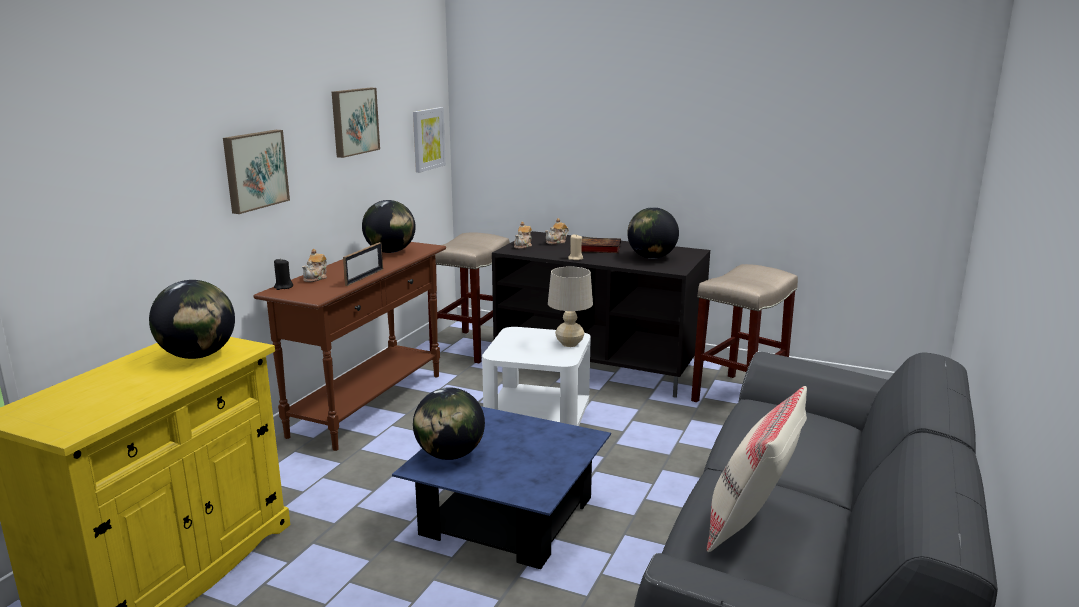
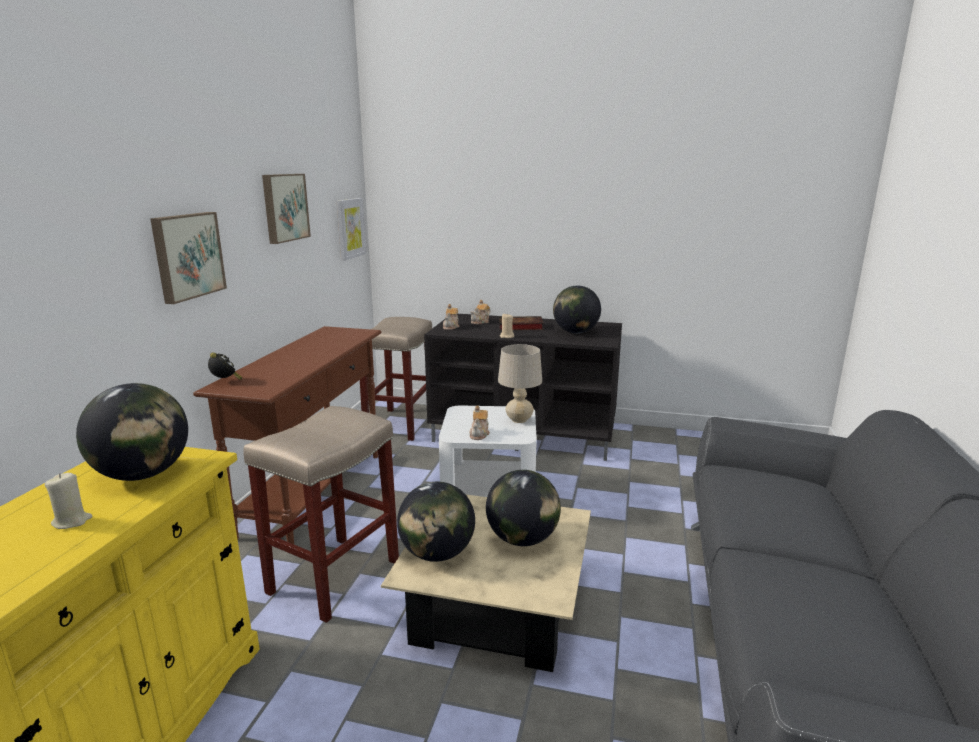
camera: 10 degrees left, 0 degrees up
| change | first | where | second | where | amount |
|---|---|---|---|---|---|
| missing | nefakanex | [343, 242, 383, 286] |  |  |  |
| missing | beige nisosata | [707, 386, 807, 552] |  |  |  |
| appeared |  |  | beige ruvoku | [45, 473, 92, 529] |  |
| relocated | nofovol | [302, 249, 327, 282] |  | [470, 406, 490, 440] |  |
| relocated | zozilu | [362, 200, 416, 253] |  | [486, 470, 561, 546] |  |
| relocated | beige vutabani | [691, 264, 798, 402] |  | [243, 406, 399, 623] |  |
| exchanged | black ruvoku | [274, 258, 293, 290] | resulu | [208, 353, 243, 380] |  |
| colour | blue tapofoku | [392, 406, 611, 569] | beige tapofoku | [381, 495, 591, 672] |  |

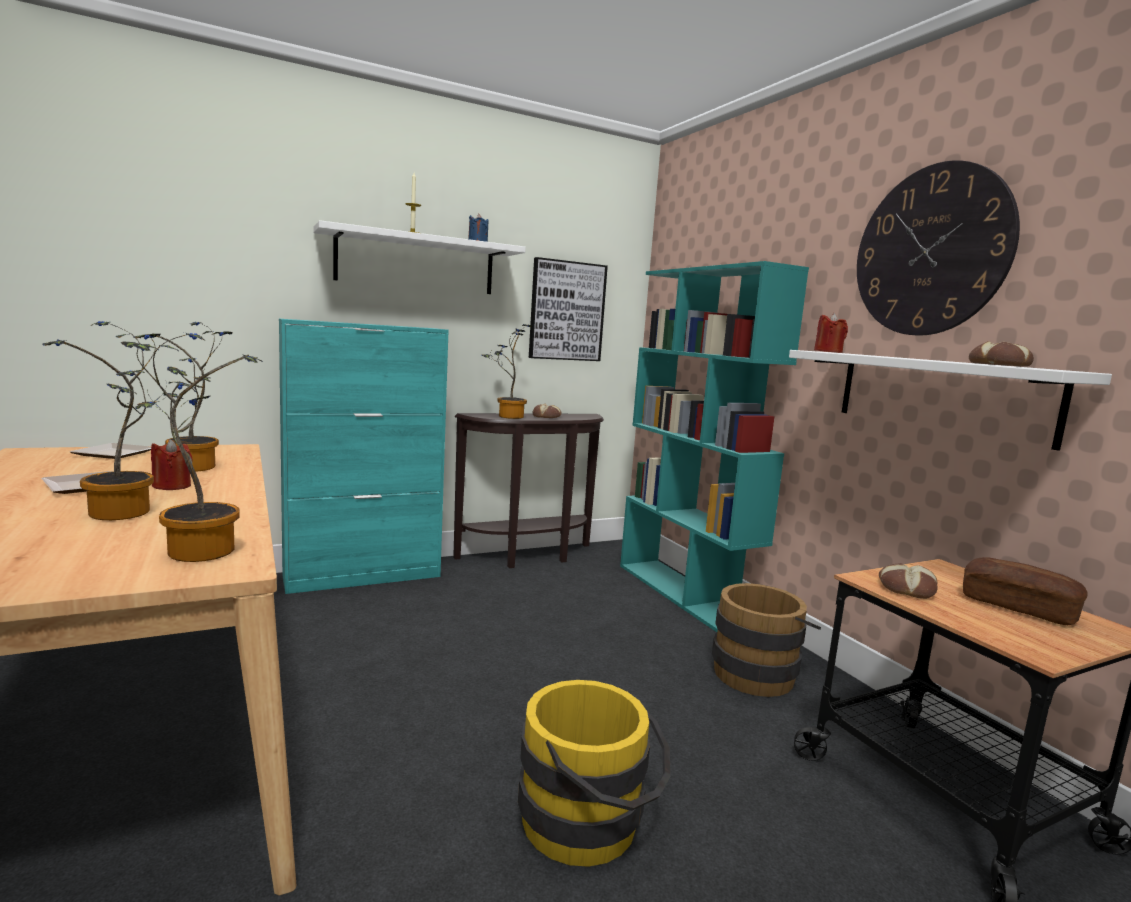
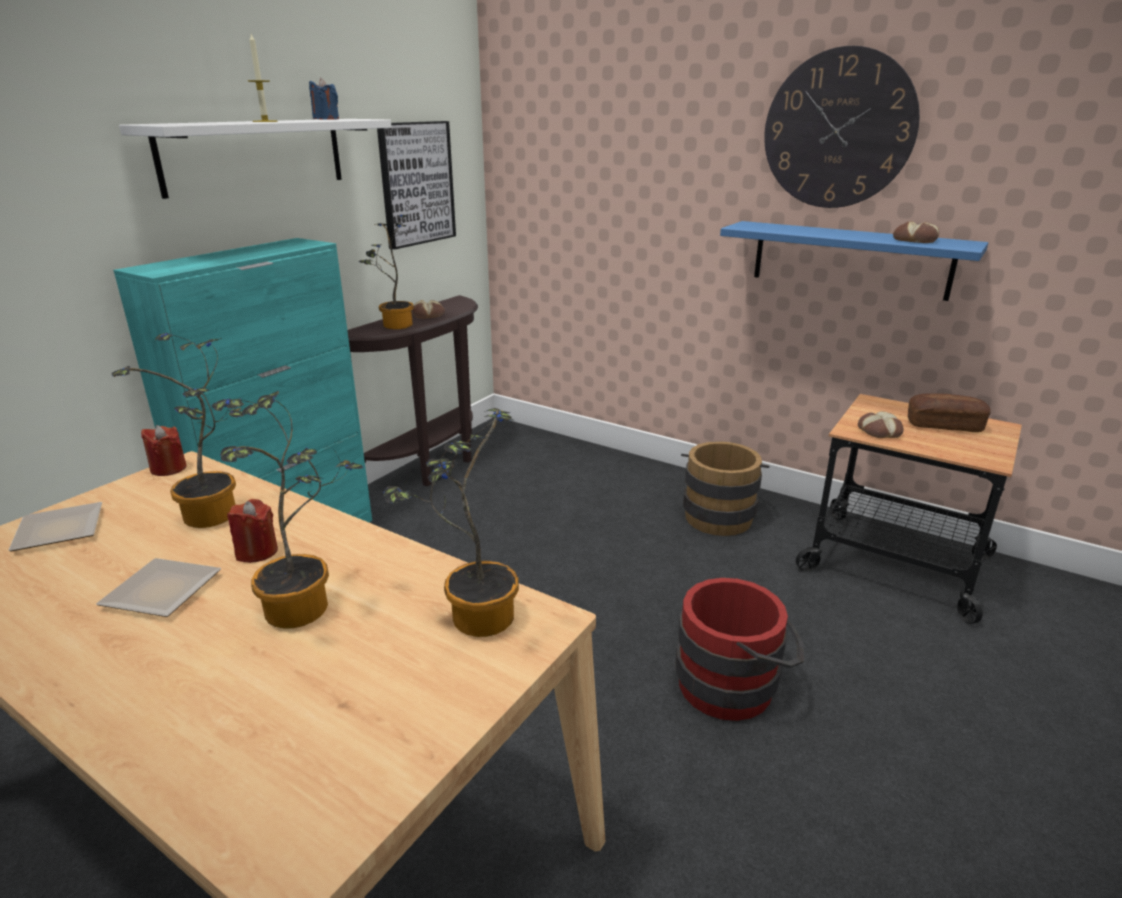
camera: 30 degrees left, 15 degrees up
| change | first | where | second | where | amount |
|---|---|---|---|---|---|
| missing | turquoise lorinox | [620, 261, 809, 632] |  |  |  |
| relocated | red ruvoku | [814, 313, 848, 353] |  | [141, 425, 187, 476] |  |
| colour | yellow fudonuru | [518, 680, 671, 867] | red fudonuru | [676, 578, 804, 721] |  |
| colour | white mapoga | [789, 350, 1112, 451] | blue mapoga | [720, 221, 988, 301] |  |

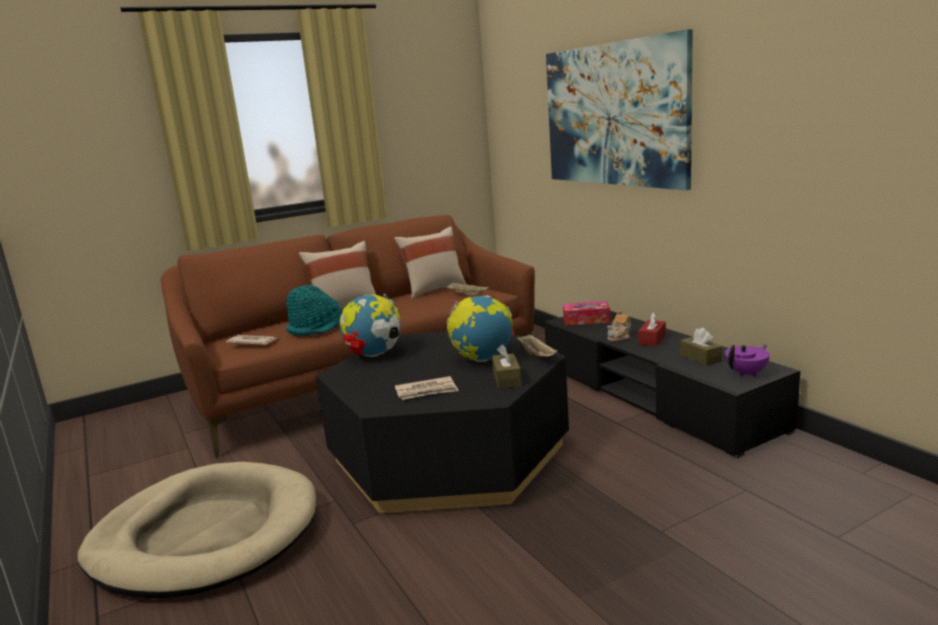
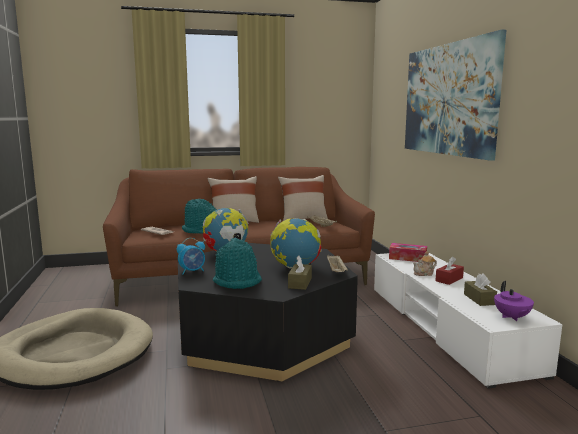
camera: 15 degrees right, 5 degrees down
| change | first | where | second | where | amount |
|---|---|---|---|---|---|
| appeared |  |  | resulu | [177, 238, 205, 274] |  |
| exchanged | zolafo | [395, 376, 459, 400] | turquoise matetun | [213, 237, 262, 289] |  |
| colour | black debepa | [544, 311, 800, 458] | white debepa | [374, 253, 562, 389] |  |
| spun | purple nofovol | [725, 345, 770, 377] |  | [494, 281, 534, 321] | 105 degrees clockwise |

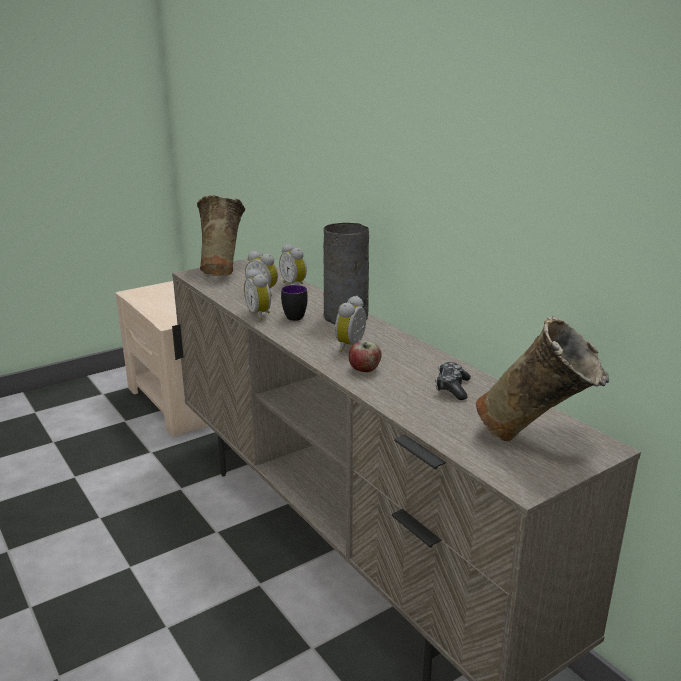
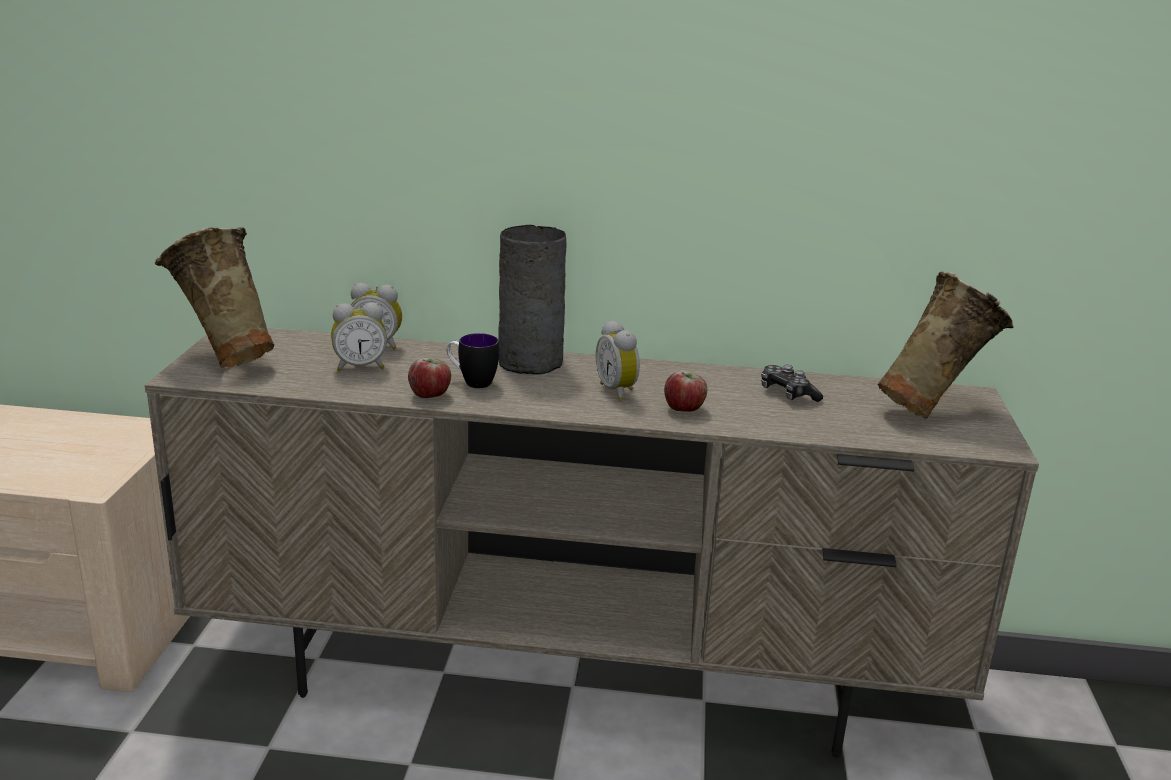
camera: 50 degrees left, 0 degrees up
| change | first | where | second | where | amount |
|---|---|---|---|---|---|
| exchanged | resulu | [244, 269, 271, 321] | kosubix | [408, 358, 451, 398] |  |

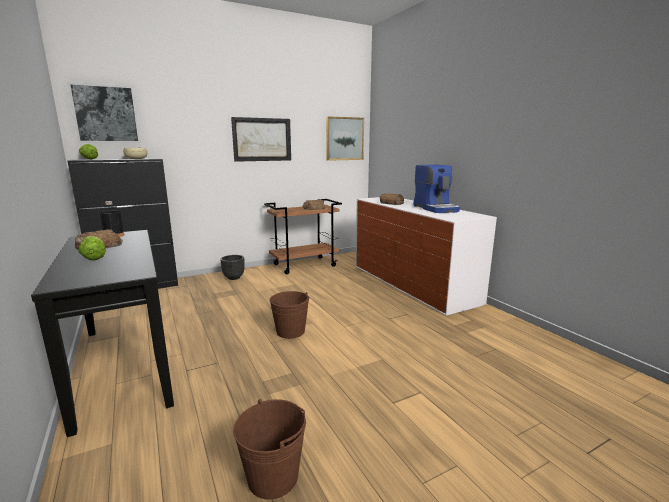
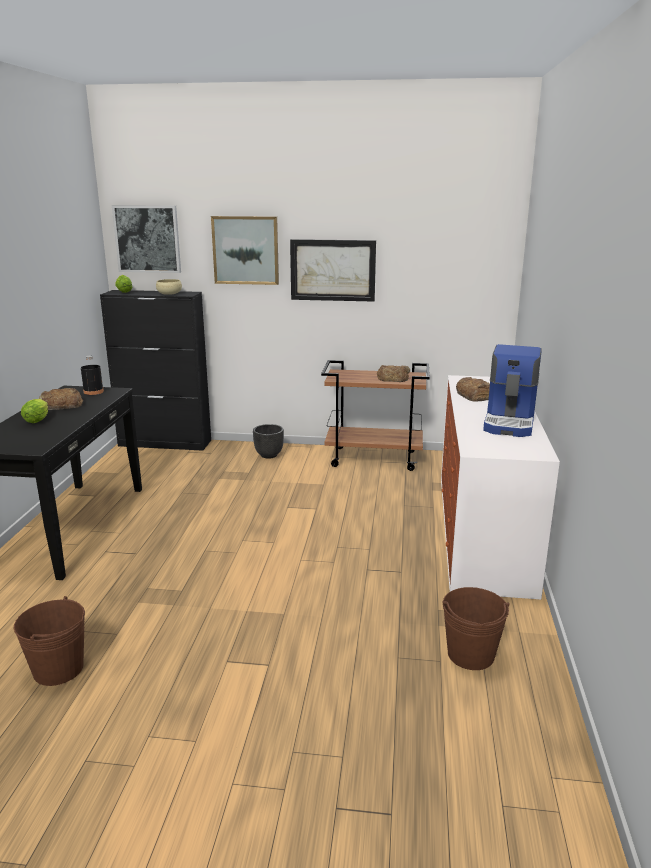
camera: 35 degrees right, 5 degrees up
| change | first | where | second | where | amount |
|---|---|---|---|---|---|
| relocated | brown fudonuru | [270, 291, 309, 339] |  | [442, 587, 510, 670] |  |
| relocated | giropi | [326, 116, 364, 161] |  | [211, 216, 279, 285] |  |

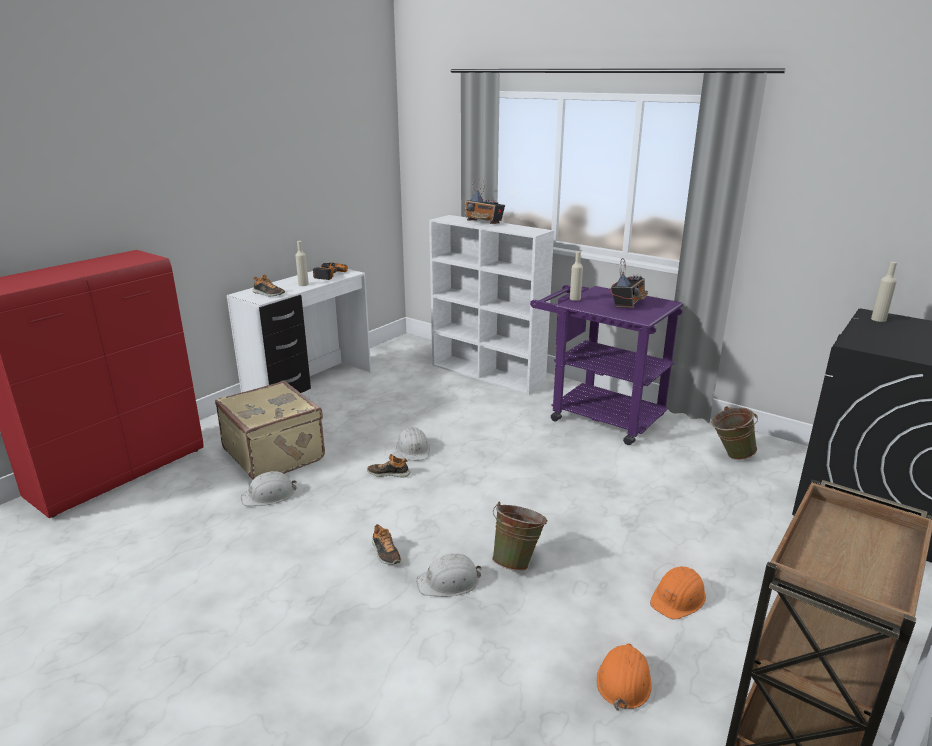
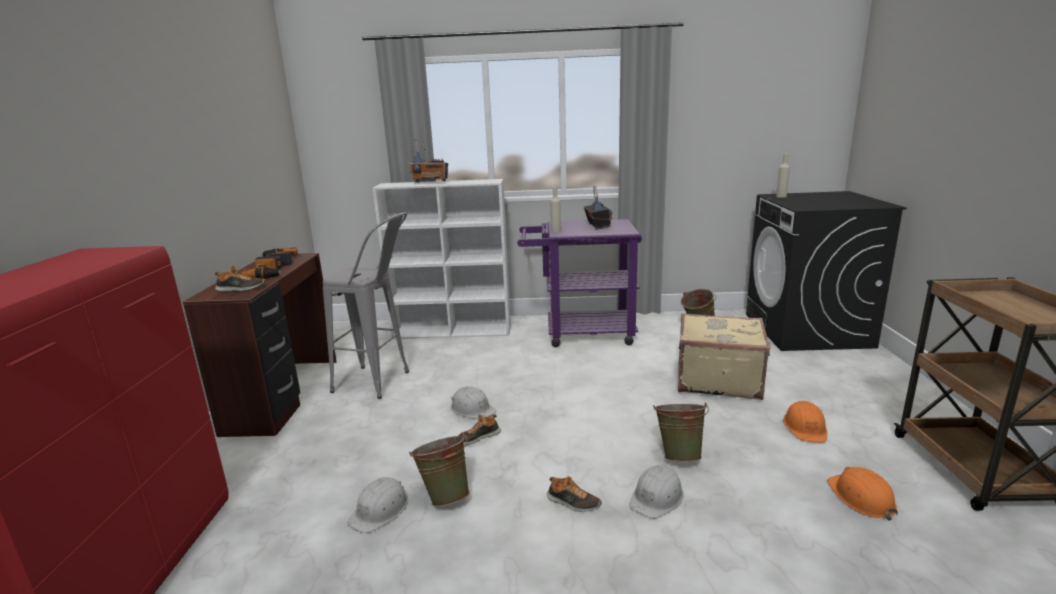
camera: 35 degrees left, 5 degrees down
| change | first | where | second | where | amount |
|---|---|---|---|---|---|
| appeared |  |  | grey vutabani | [323, 212, 409, 399] |  |
| appeared |  |  | green fudonuru | [409, 432, 470, 507] |  |
| relocated | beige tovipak | [215, 381, 325, 480] |  | [678, 313, 771, 400] |  |
| exchanged | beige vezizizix | [295, 241, 309, 286] | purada | [241, 256, 282, 279] |  |
| colour | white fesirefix | [227, 269, 371, 399] | brown fesirefix | [183, 253, 337, 438] |  |

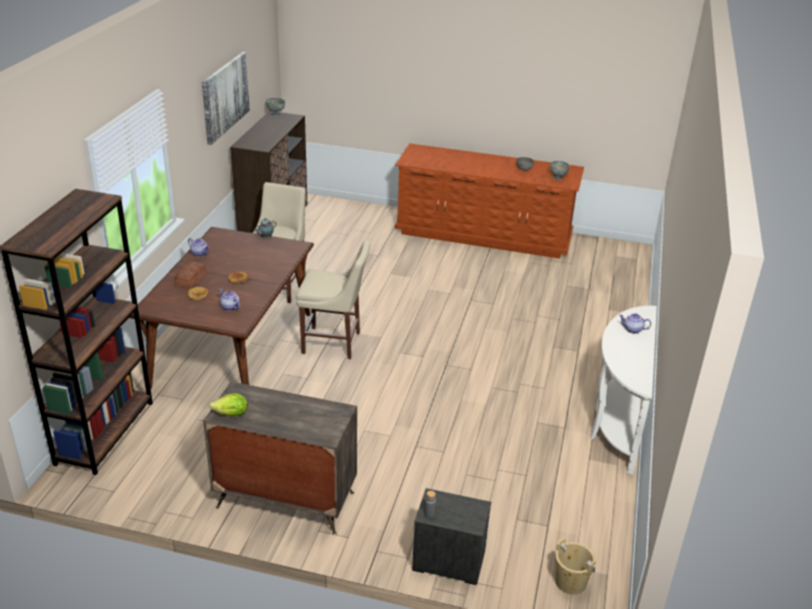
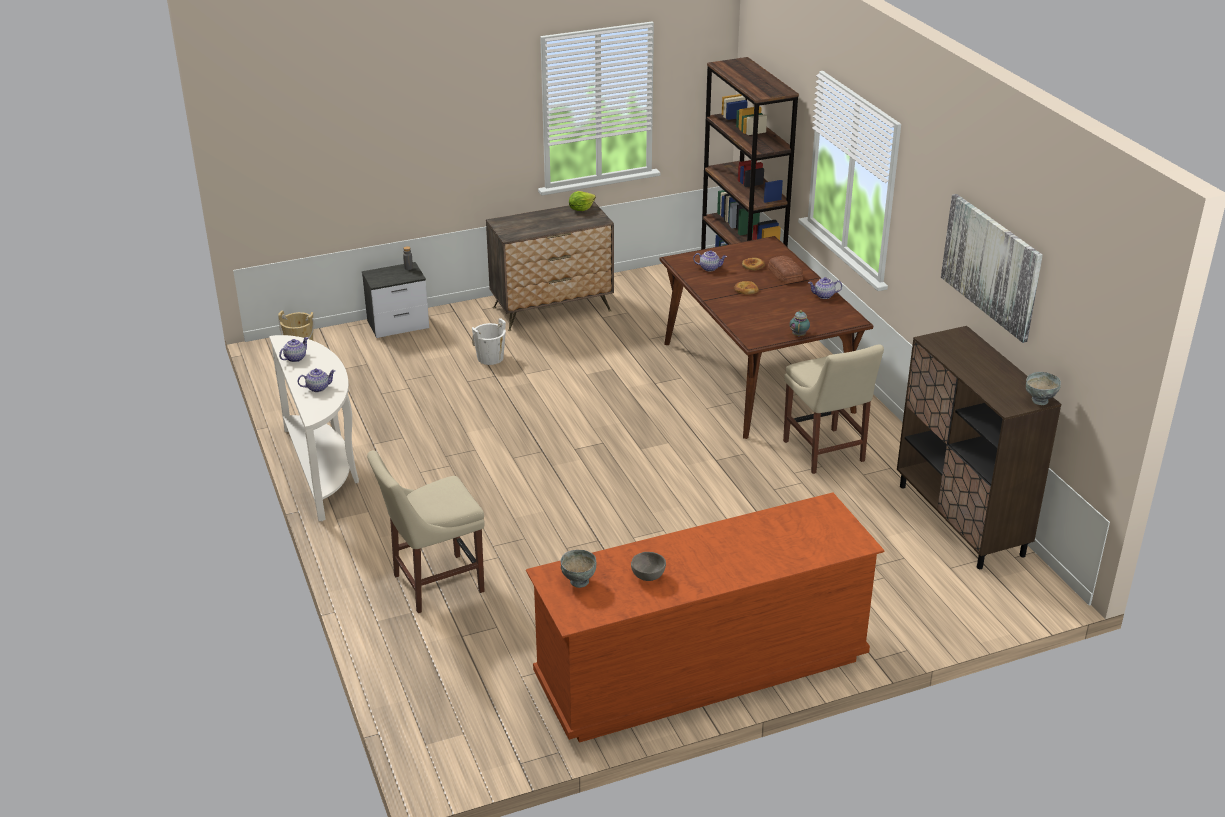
camera: 145 degrees right, 0 degrees up
| change | first | where | second | where | amount |
|---|---|---|---|---|---|
| appeared |  |  | nofovol | [279, 337, 309, 362] |  |
| appeared |  |  | white fudonuru | [472, 318, 506, 365] |  |
| relocated | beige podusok | [296, 240, 370, 359] |  | [367, 450, 485, 613] |  |

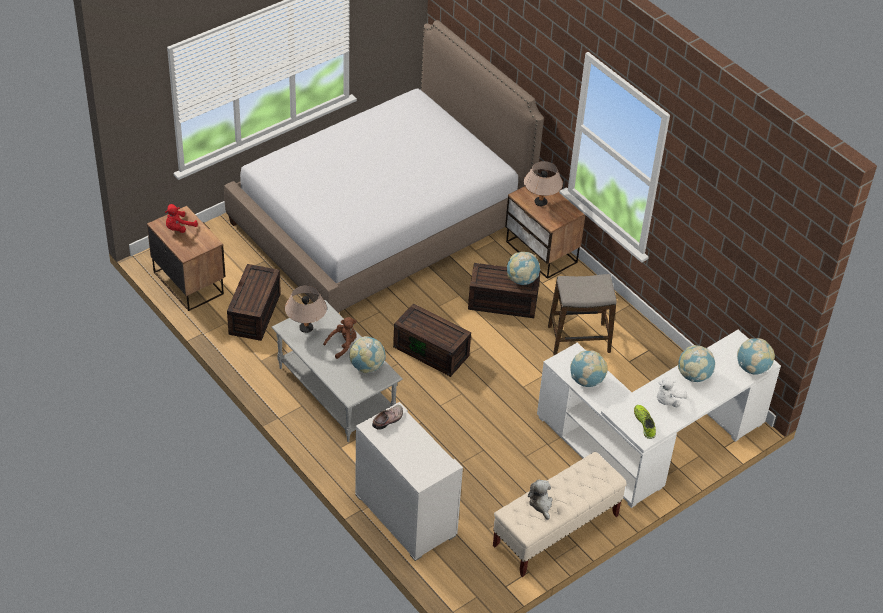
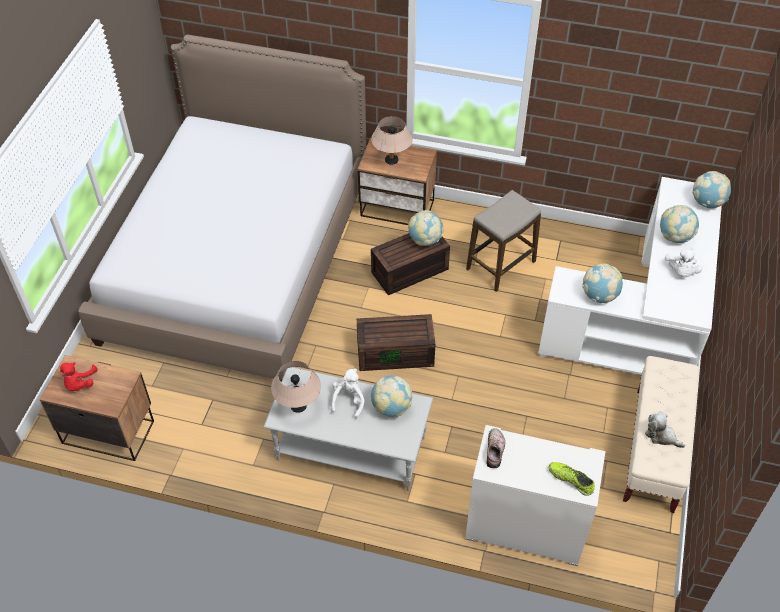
camera: 35 degrees left, 5 degrees up
| change | first | where | second | where | amount |
|---|---|---|---|---|---|
| missing | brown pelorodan | [227, 264, 281, 341] |  |  |  |
| relocated | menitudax | [634, 405, 656, 439] |  | [549, 462, 595, 496] |  |
| colour | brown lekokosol | [323, 317, 357, 359] | white lekokosol | [331, 368, 365, 419] |  |

